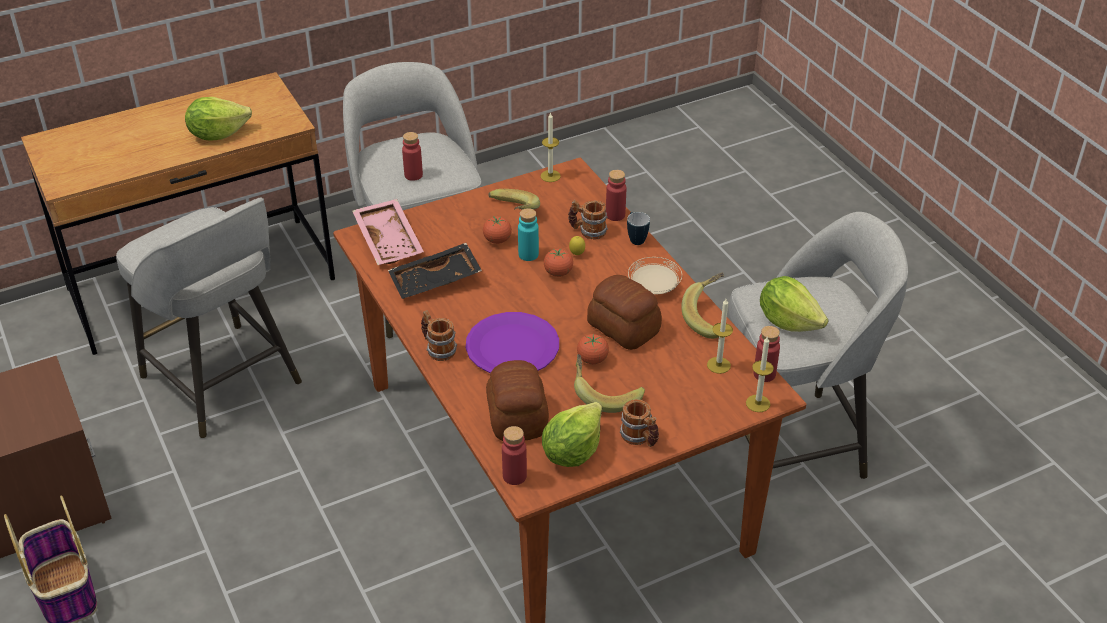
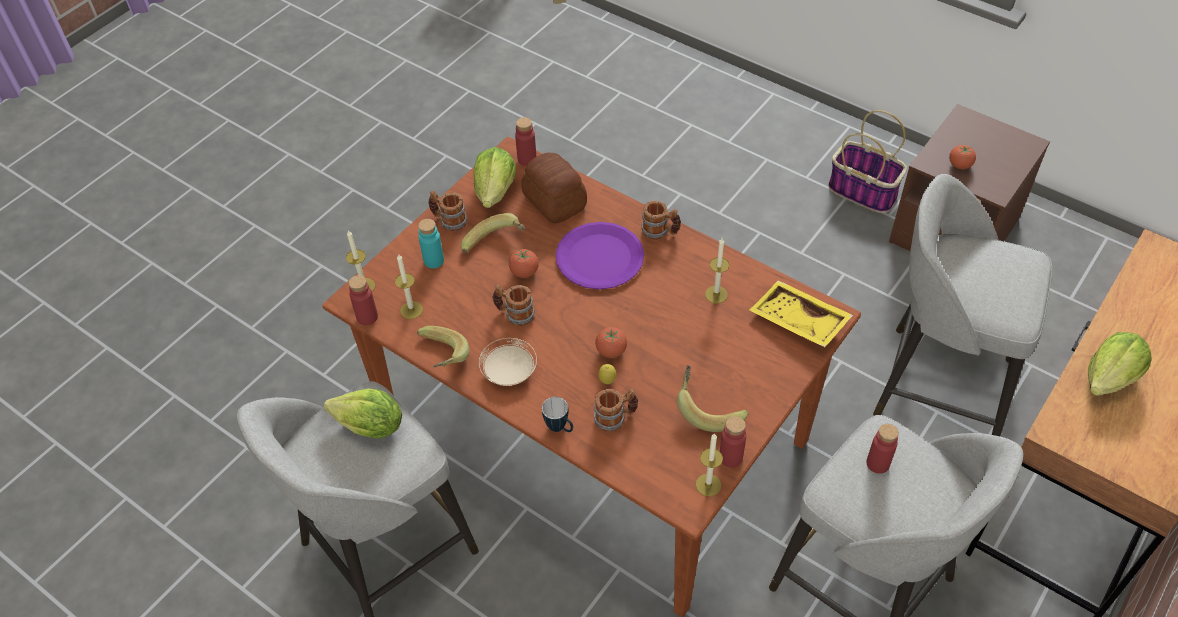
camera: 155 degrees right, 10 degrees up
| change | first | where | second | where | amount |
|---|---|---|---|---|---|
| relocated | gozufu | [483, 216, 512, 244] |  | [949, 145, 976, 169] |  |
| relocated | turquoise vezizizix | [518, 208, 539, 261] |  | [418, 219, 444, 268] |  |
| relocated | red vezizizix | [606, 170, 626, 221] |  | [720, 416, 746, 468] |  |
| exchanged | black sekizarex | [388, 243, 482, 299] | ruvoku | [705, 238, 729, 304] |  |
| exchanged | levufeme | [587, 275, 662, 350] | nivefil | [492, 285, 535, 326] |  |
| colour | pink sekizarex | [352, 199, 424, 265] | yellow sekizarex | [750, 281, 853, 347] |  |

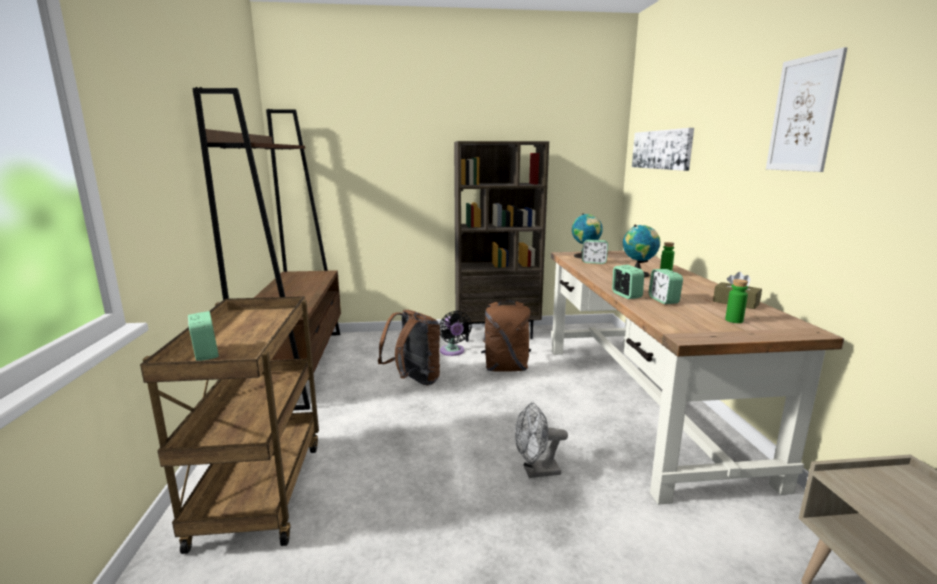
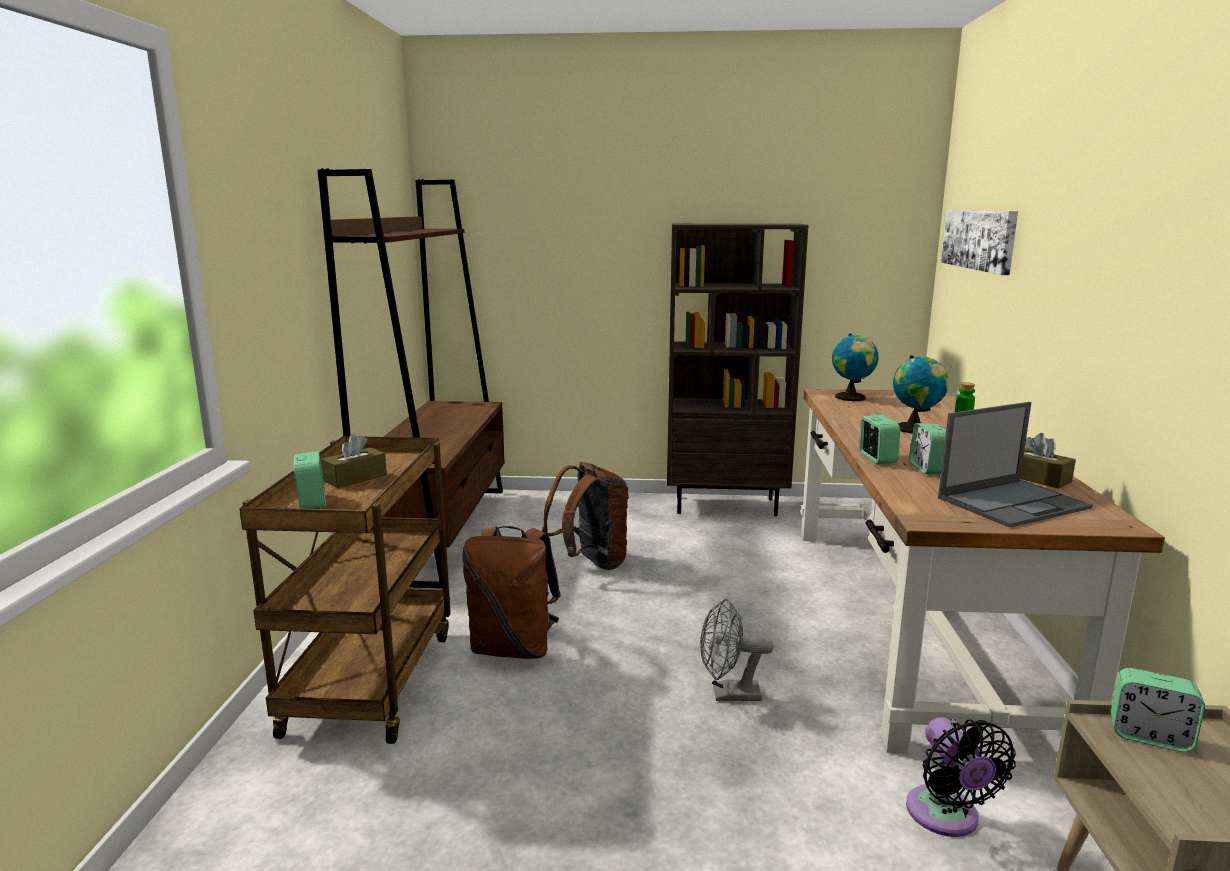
camera: 10 degrees right, 0 degrees up
| change | first | where | second | where | amount |
|---|---|---|---|---|---|
| missing | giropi | [766, 47, 848, 172] |  |  |  |
| appeared |  |  | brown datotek | [321, 434, 387, 488] |  |
| relocated | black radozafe | [440, 311, 472, 356] |  | [906, 717, 1016, 837] |  |
| relocated | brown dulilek | [481, 300, 531, 372] |  | [462, 526, 561, 659] |  |
| relocated | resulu | [582, 240, 608, 264] |  | [1111, 668, 1205, 752] |  |
| exchanged | green vezizizix | [725, 279, 748, 323] | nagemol | [938, 402, 1093, 528] |  |

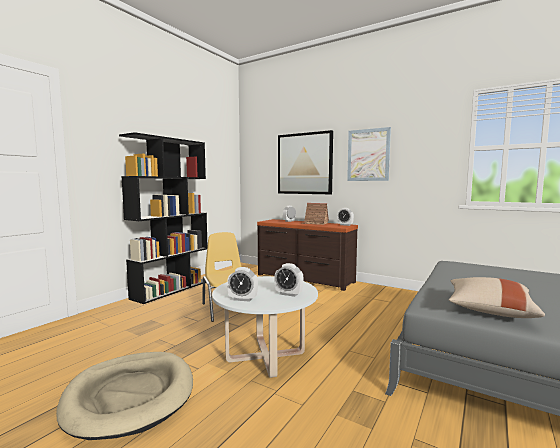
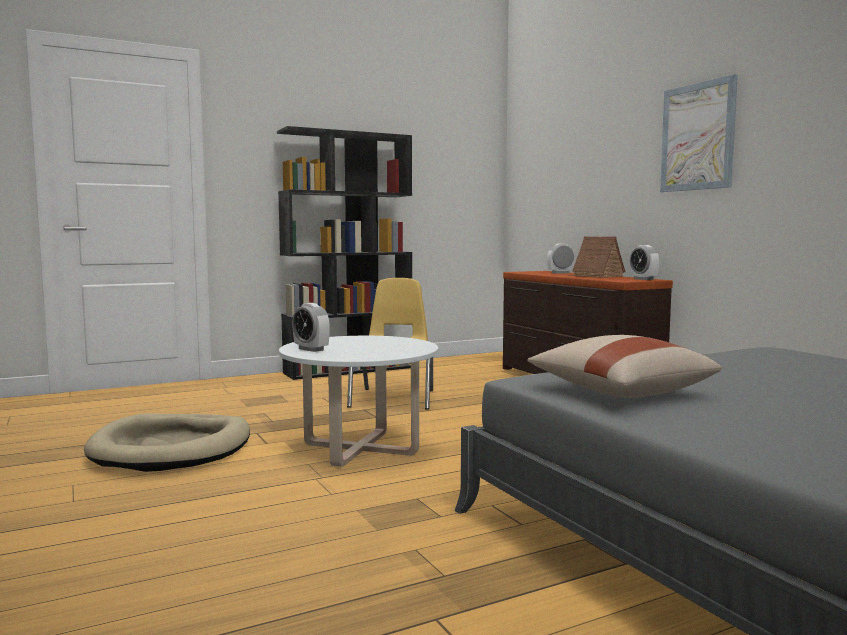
camera: 30 degrees right, 0 degrees up
| change | first | where | second | where | amount |
|---|---|---|---|---|---|
| missing | resulu | [274, 263, 304, 297] |  |  |  |
| missing | giropi | [278, 130, 333, 194] |  |  |  |

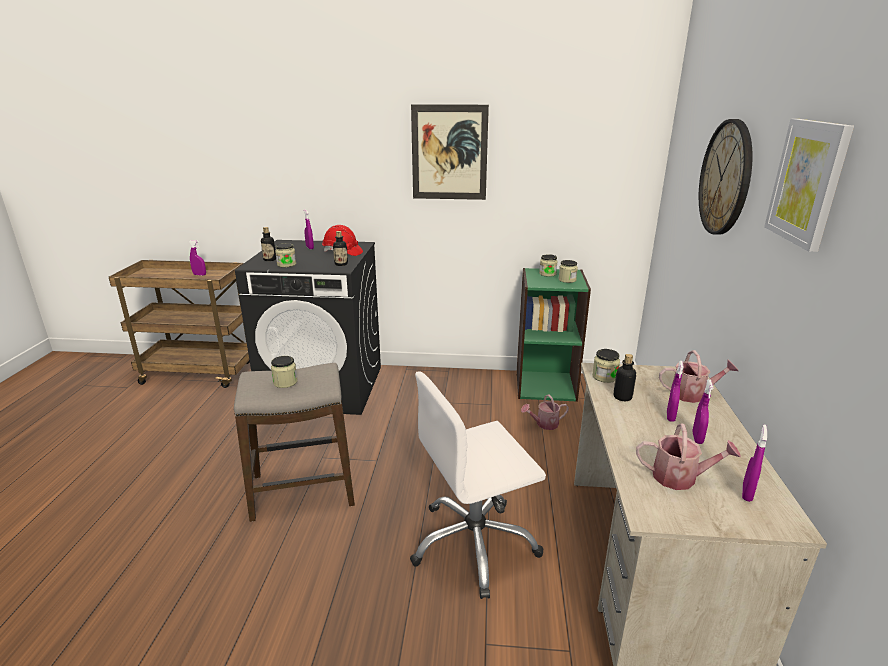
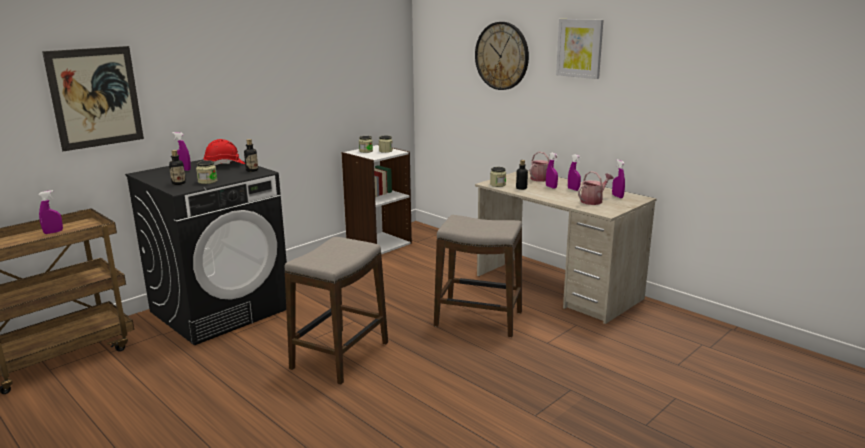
camera: 50 degrees left, 5 degrees down
| change | first | where | second | where | amount |
|---|---|---|---|---|---|
| missing | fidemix | [271, 356, 298, 388] |  |  |  |
| missing | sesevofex | [521, 394, 569, 430] |  |  |  |
| relocated | giropi | [411, 104, 489, 200] |  | [42, 46, 144, 151] |  |
| exchanged | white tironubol | [410, 371, 546, 599] | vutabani | [434, 215, 522, 337] |  |
| colour | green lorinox | [517, 268, 591, 402] | white lorinox | [342, 145, 412, 254] |  |

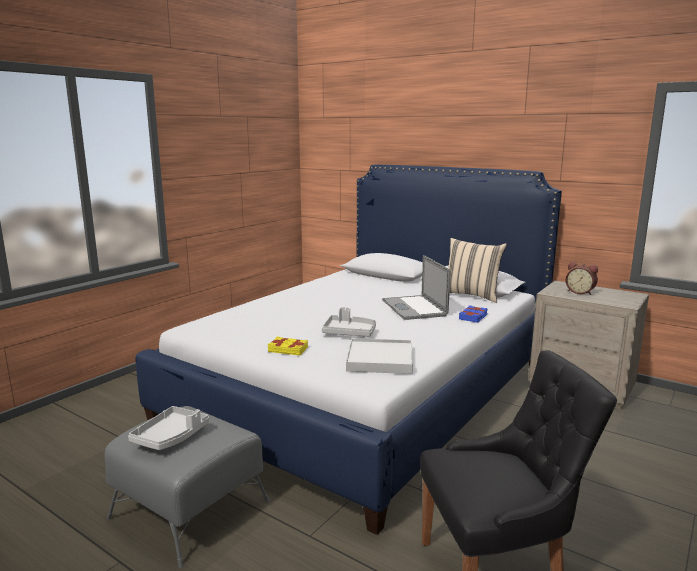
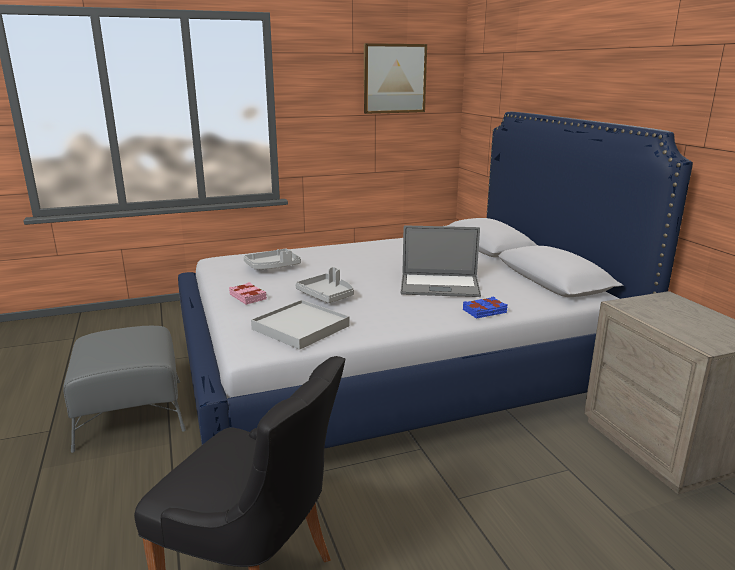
camera: 35 degrees right, 5 degrees up
| change | first | where | second | where | amount |
|---|---|---|---|---|---|
| missing | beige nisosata | [448, 238, 507, 303] |  |  |  |
| missing | resulu | [566, 262, 598, 295] |  |  |  |
| appeared |  |  | giropi | [364, 43, 427, 114] |  |
| relocated | grey sekizarex | [128, 406, 209, 450] |  | [243, 249, 301, 269] |  |
| colour | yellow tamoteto | [268, 336, 308, 356] | pink tamoteto | [229, 282, 267, 305] |  |
| spun | nagemol | [382, 255, 451, 320] |  | [401, 225, 481, 297] | 105 degrees counterclockwise |

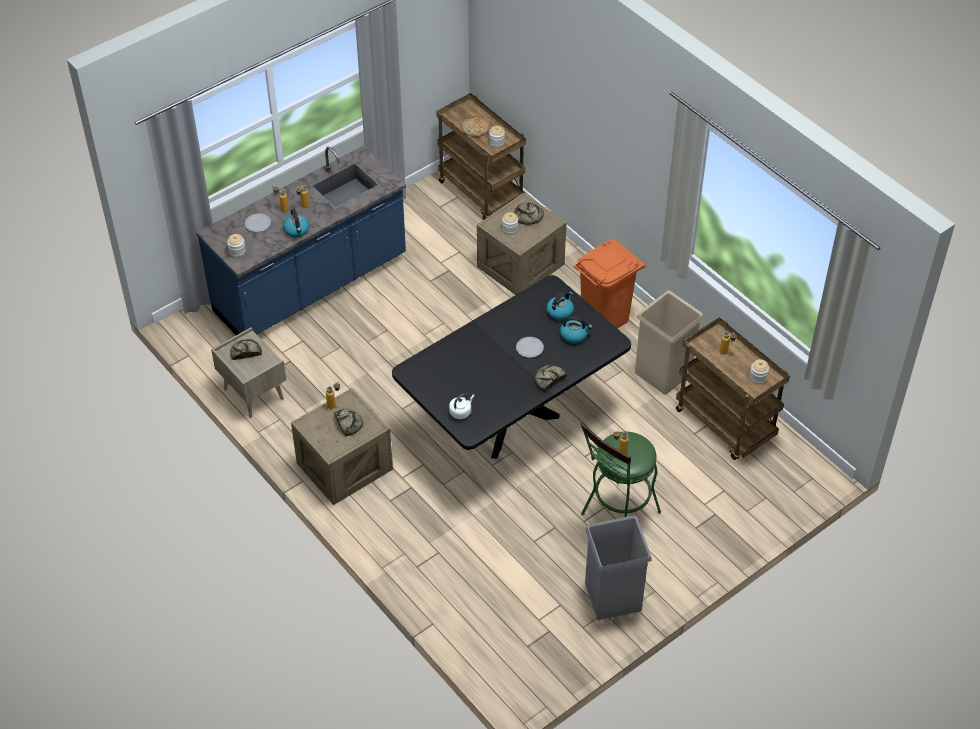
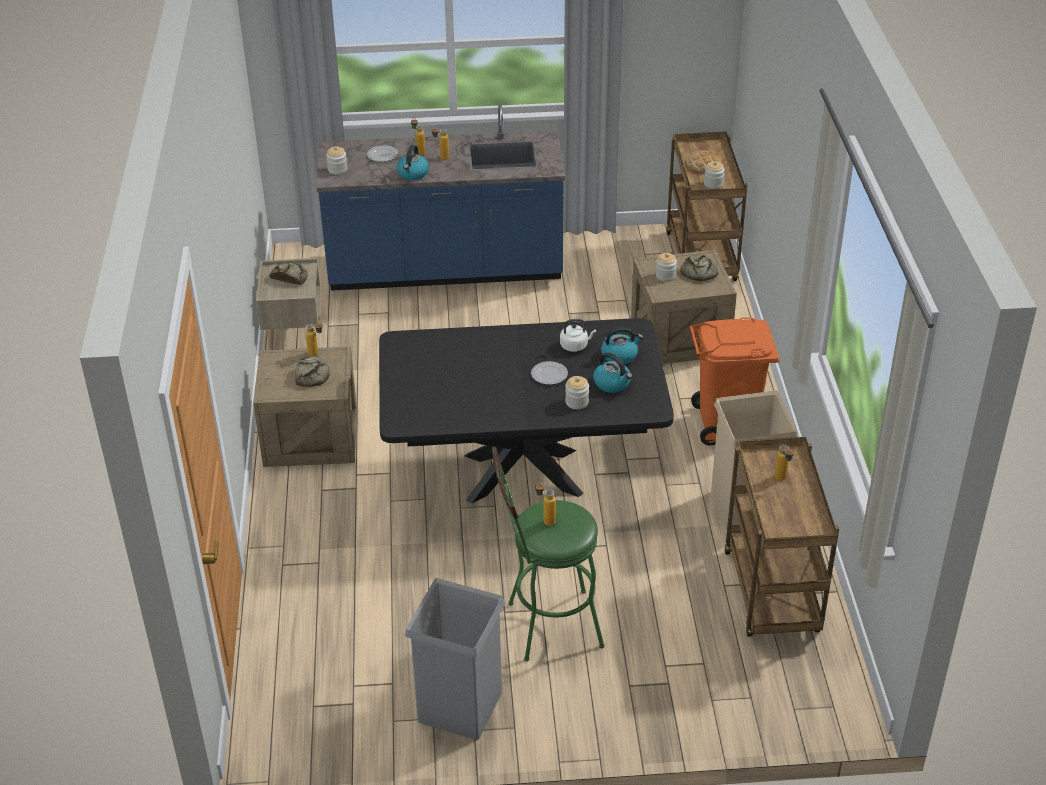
camera: 35 degrees right, 10 degrees down
| change | first | where | second | where | amount |
|---|---|---|---|---|---|
| missing | levufeme | [535, 365, 567, 391] |  |  |  |
| relocated | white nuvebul | [449, 393, 474, 419] |  | [560, 319, 596, 352] |  |
| relocated | fidemix | [750, 359, 769, 384] |  | [565, 376, 589, 409] |  |

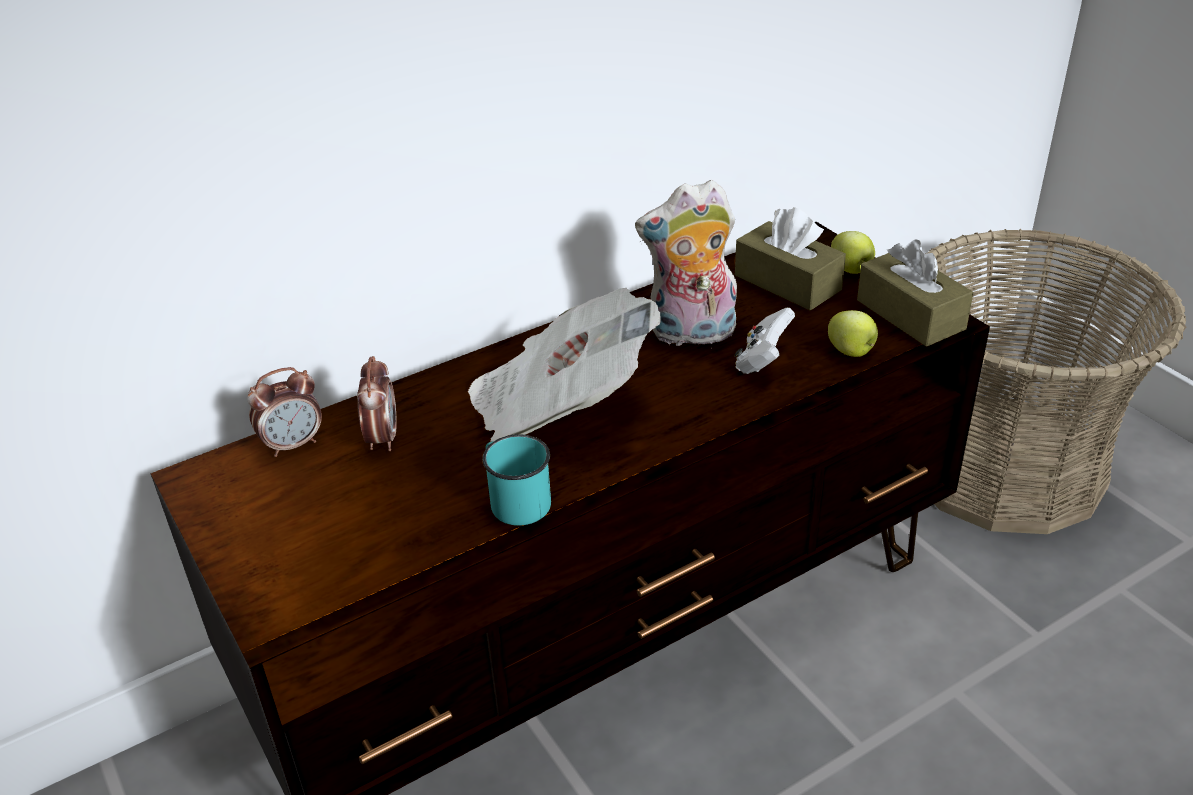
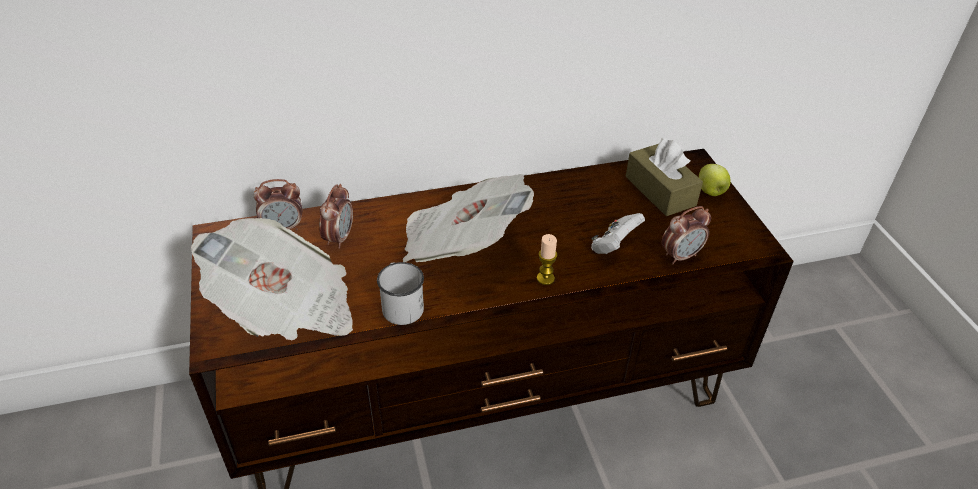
camera: 15 degrees right, 5 degrees up
| change | first | where | second | where | amount |
|---|---|---|---|---|---|
| missing | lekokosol | [635, 180, 737, 346] |  |  |  |
| missing | brown datotek | [857, 239, 973, 347] |  |  |  |
| missing | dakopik | [925, 228, 1186, 534] |  |  |  |
| appeared |  |  | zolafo | [191, 218, 353, 341] |  |
| appeared |  |  | ruvoku | [537, 234, 557, 285] |  |
| exchanged | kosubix | [828, 310, 878, 357] | resulu | [662, 206, 711, 264] |  |
| colour | turquoise nivefil | [482, 434, 551, 526] | white nivefil | [377, 262, 424, 325] |  |

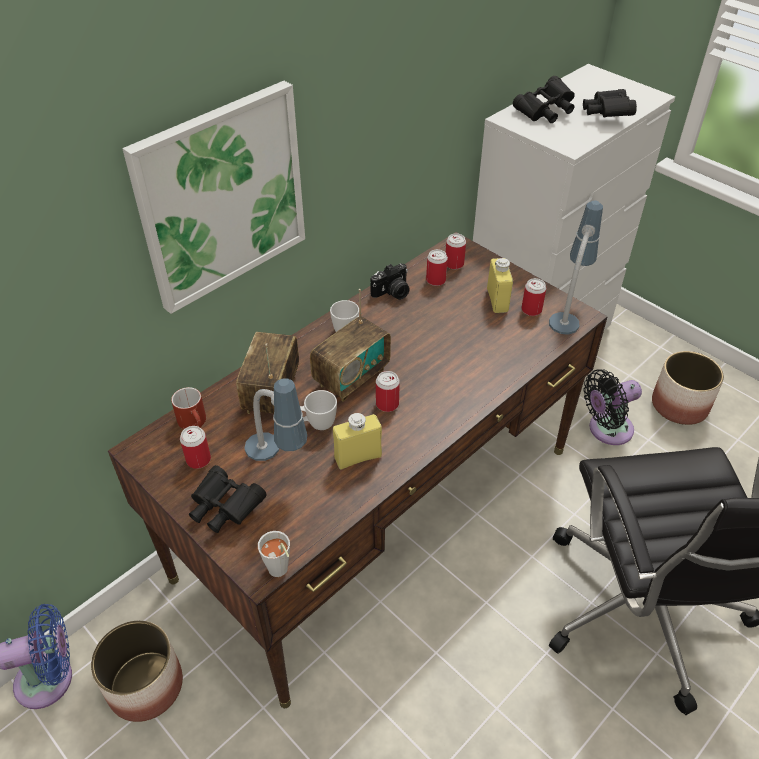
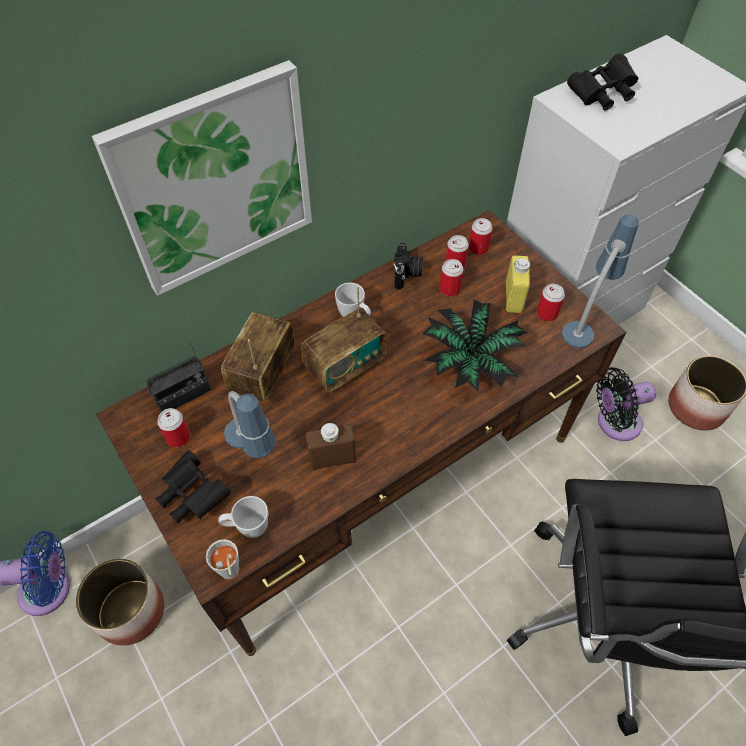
camera: 10 degrees right, 10 degrees up
| change | first | where | second | where | amount |
|---|---|---|---|---|---|
| missing | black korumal | [583, 89, 637, 118] |  |  |  |
| appeared |  |  | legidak | [422, 300, 528, 392] |  |
| relocated | white nivefil | [300, 390, 337, 430] |  | [218, 496, 269, 538] |  |
| relocated | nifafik | [376, 371, 400, 412] |  | [439, 259, 464, 296] |  |
| exchanged | red nivefil | [171, 387, 206, 429] | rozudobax | [145, 342, 212, 412] |  |
| colour | yellow vezizizix | [333, 413, 382, 469] | brown vezizizix | [306, 423, 356, 470] |  |
| spun | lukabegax | [370, 263, 410, 300] |  | [393, 243, 423, 290] | 60 degrees counterclockwise |

